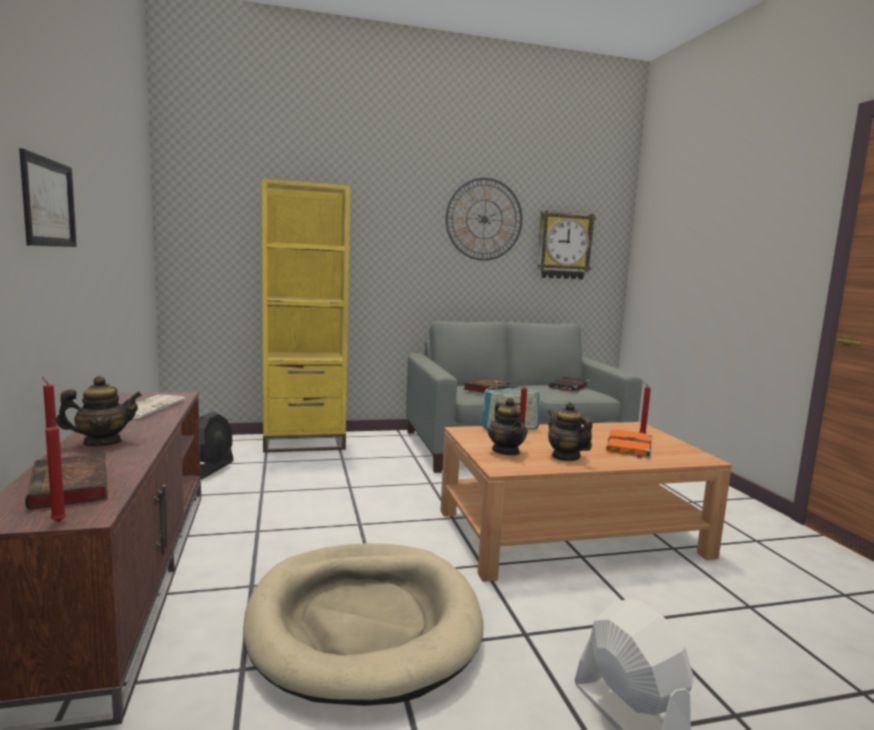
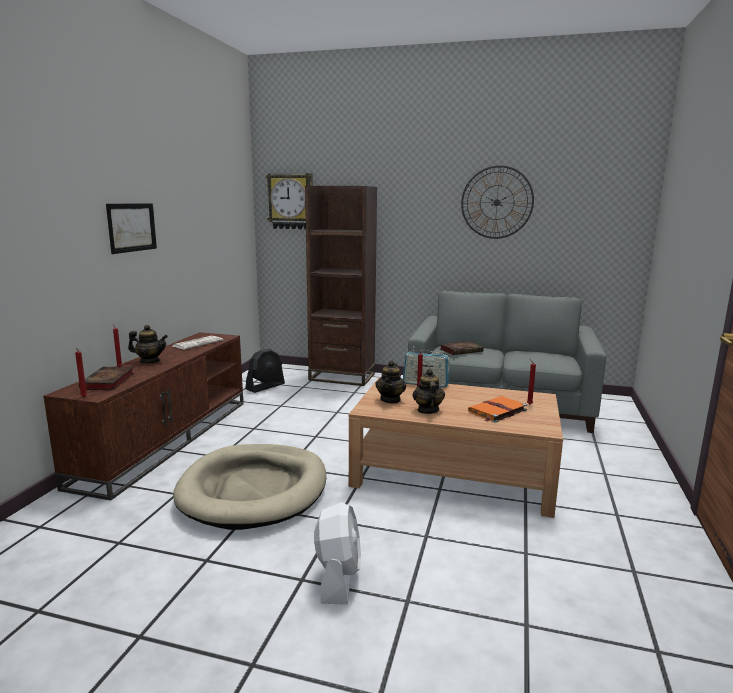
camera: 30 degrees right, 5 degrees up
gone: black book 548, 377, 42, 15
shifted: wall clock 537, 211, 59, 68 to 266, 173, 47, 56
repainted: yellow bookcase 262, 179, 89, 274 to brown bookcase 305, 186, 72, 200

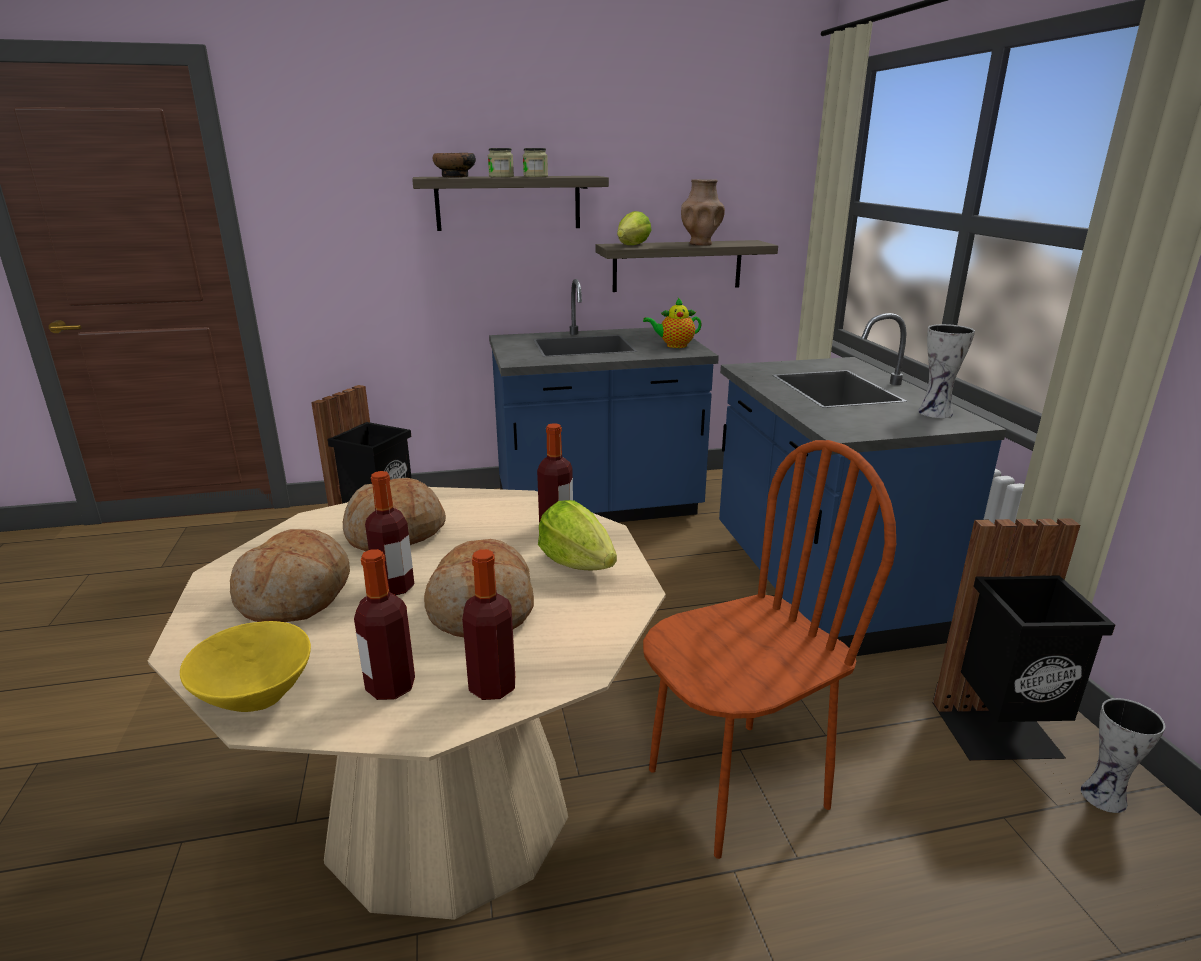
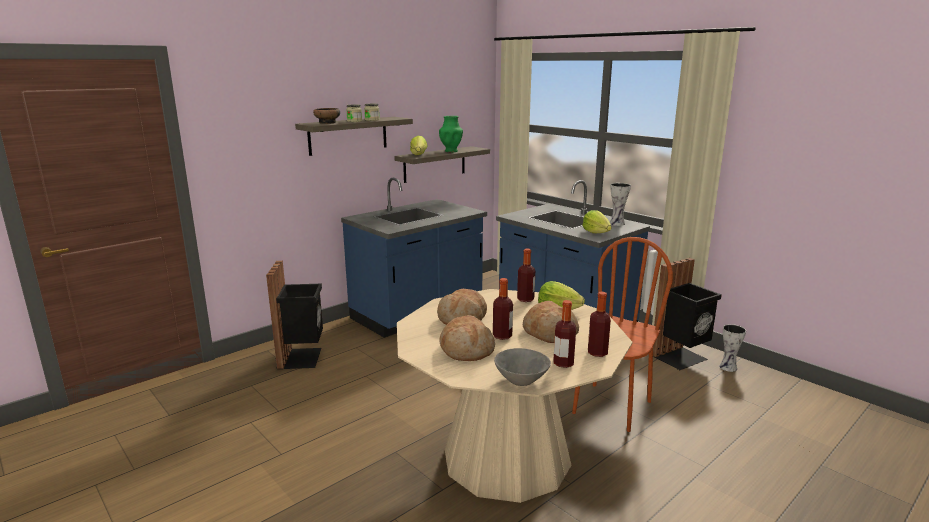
camera: 30 degrees left, 5 degrees down
gone: teapot 643, 298, 59, 50
new: lettuce 582, 210, 30, 23
repainted: yellow bowl 180, 621, 131, 91 to grey bowl 494, 348, 57, 38; brown vase 681, 179, 44, 67 to green vase 439, 116, 24, 36

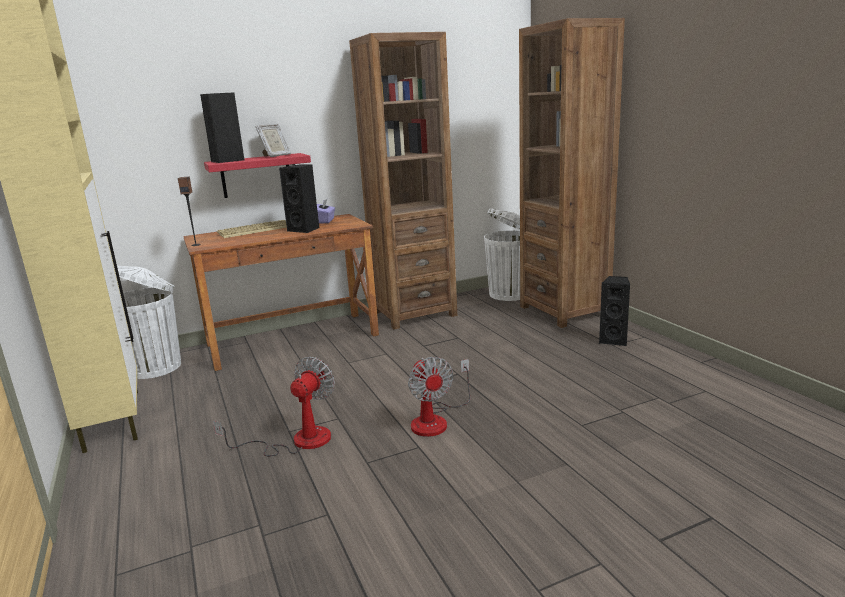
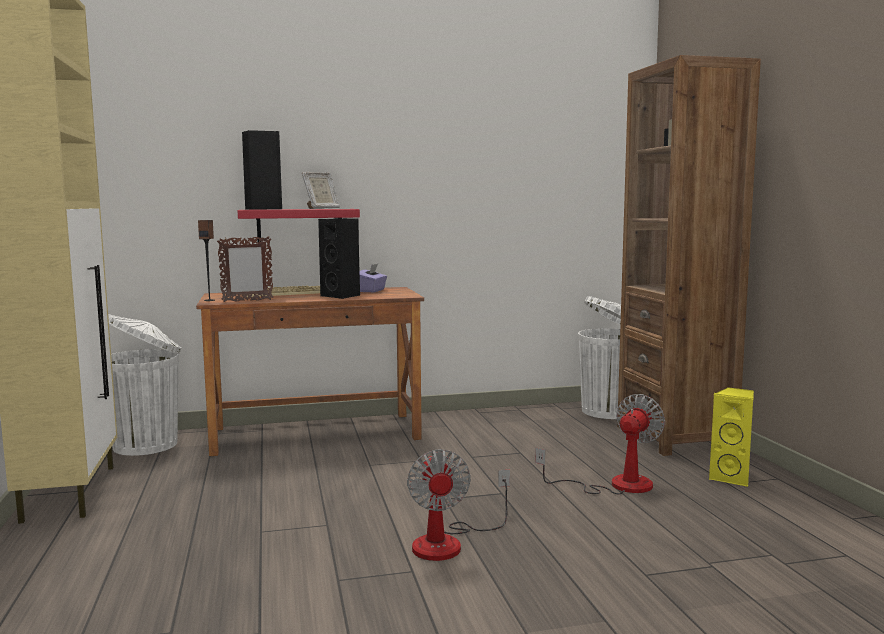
camera: 10 degrees right, 10 degrees down
gone: brown bookcase 349, 32, 108, 297
new: picture frame 217, 236, 56, 66
shifted: fan 213, 357, 122, 99 to 535, 394, 130, 101
repainted: black speaker 599, 276, 31, 70 to yellow speaker 709, 387, 45, 100

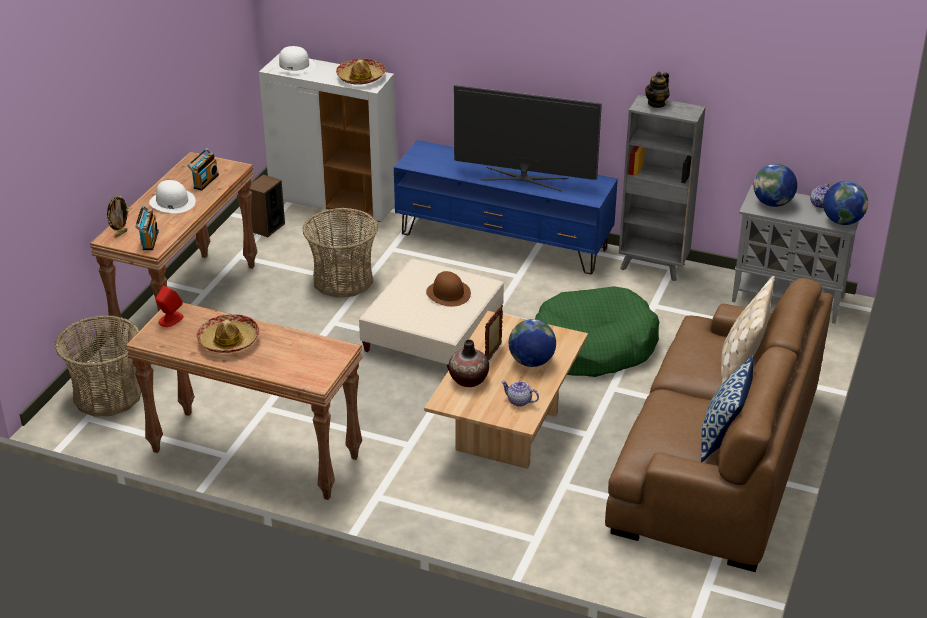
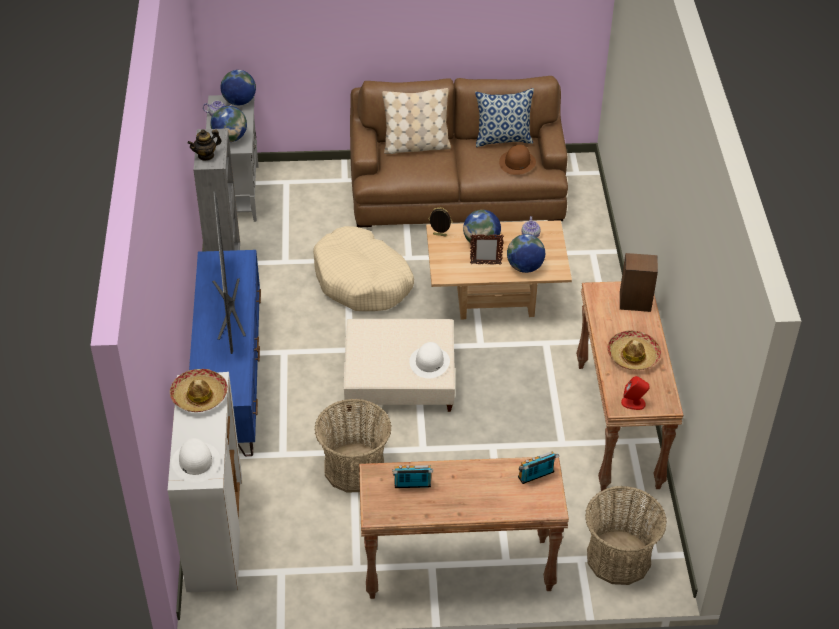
camera: 115 degrees left, 10 degrees up
shifted: picture frame 107, 196, 22, 42 to 428, 207, 25, 29; white hat 149, 180, 47, 33 to 410, 342, 40, 36; speaker 250, 174, 35, 63 to 620, 253, 38, 59; brown hat 426, 271, 45, 36 to 499, 145, 37, 30
swapped: vase 448, 339, 41, 48 to globe 507, 234, 38, 39
repainted: green dog bed 535, 286, 124, 91 to beige dog bed 313, 226, 101, 85
rotated: teapot 645, 72, 25, 36 = 187, 129, 35, 32 135 degrees clockwise

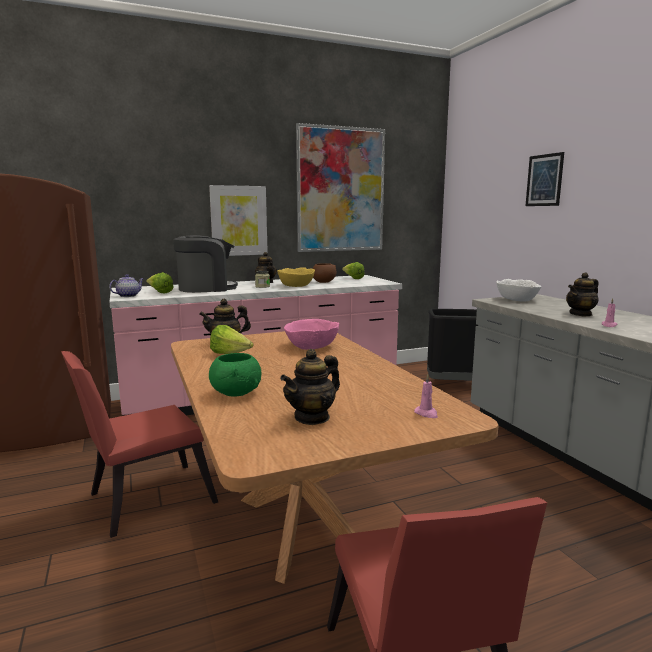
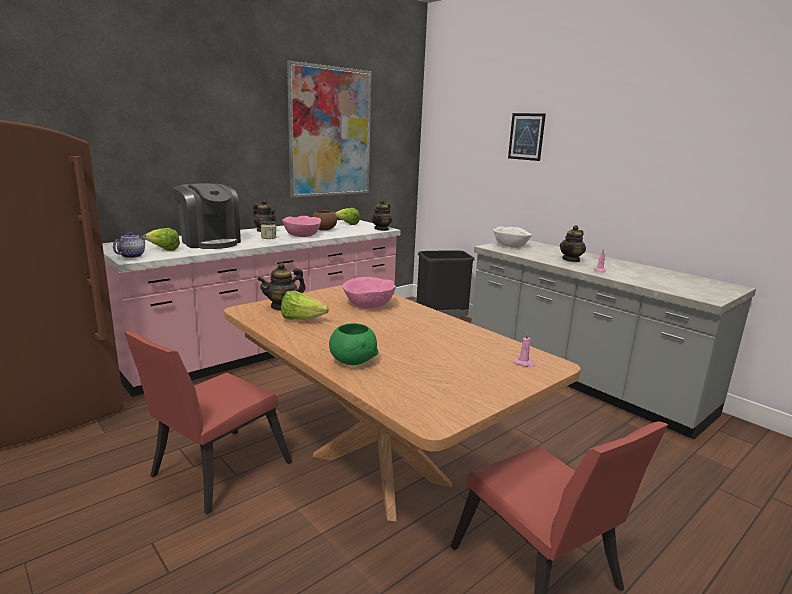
camera: 20 degrees left, 5 degrees up
gone: picture 209, 185, 59, 71
shifted: teapot 280, 349, 60, 76 to 371, 199, 21, 32
repainted: yellow bowl 277, 268, 38, 19 to pink bowl 282, 216, 39, 21
rotated: coffee machine 173, 235, 65, 58 = 173, 183, 68, 66 90 degrees clockwise

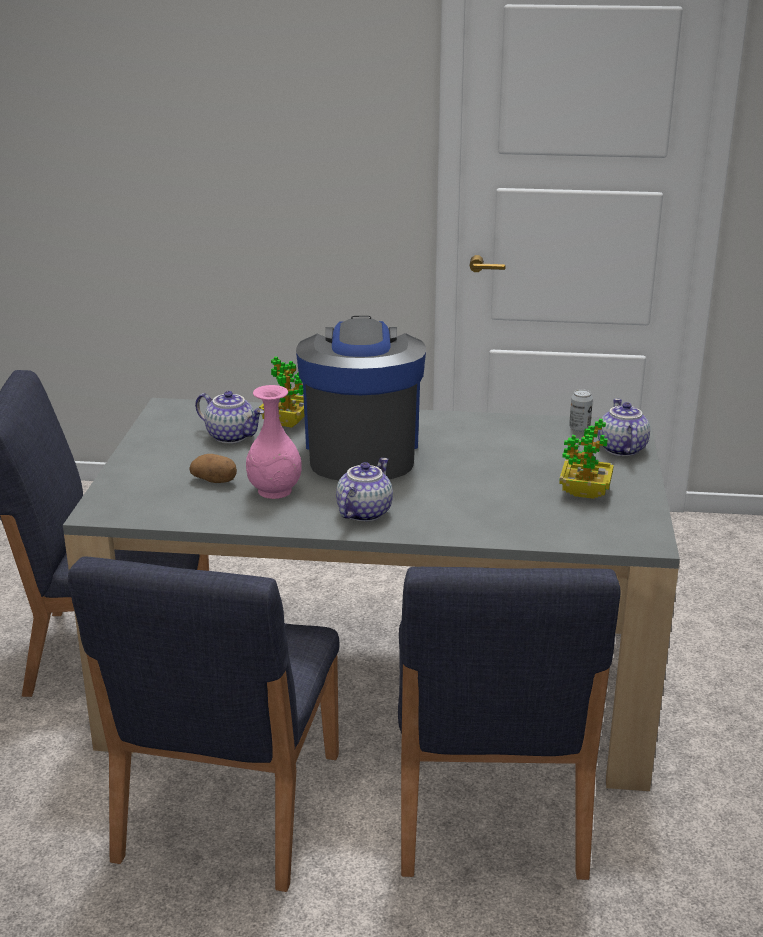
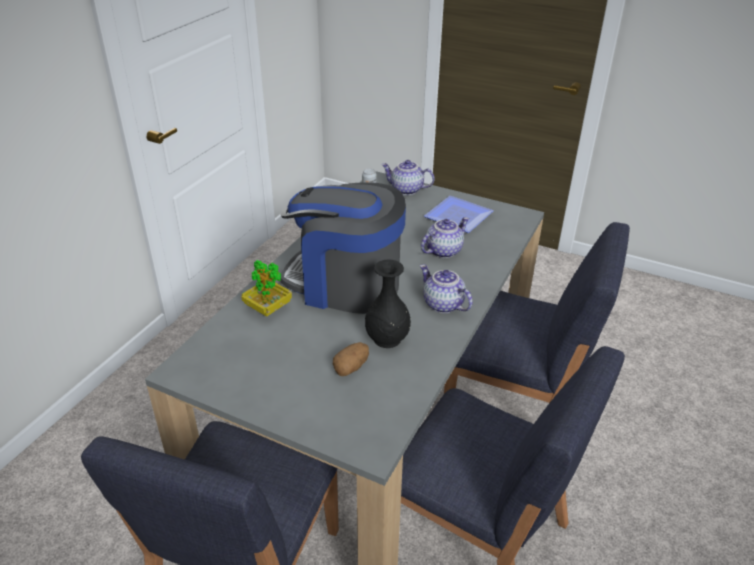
camera: 70 degrees left, 10 degrees up
shifted: teapot 195, 391, 69, 53 to 421, 217, 48, 41
swapped: potted plant 559, 419, 55, 80 to plate 424, 196, 70, 37
repainted: pink vase 246, 385, 56, 114 to black vase 365, 260, 46, 88

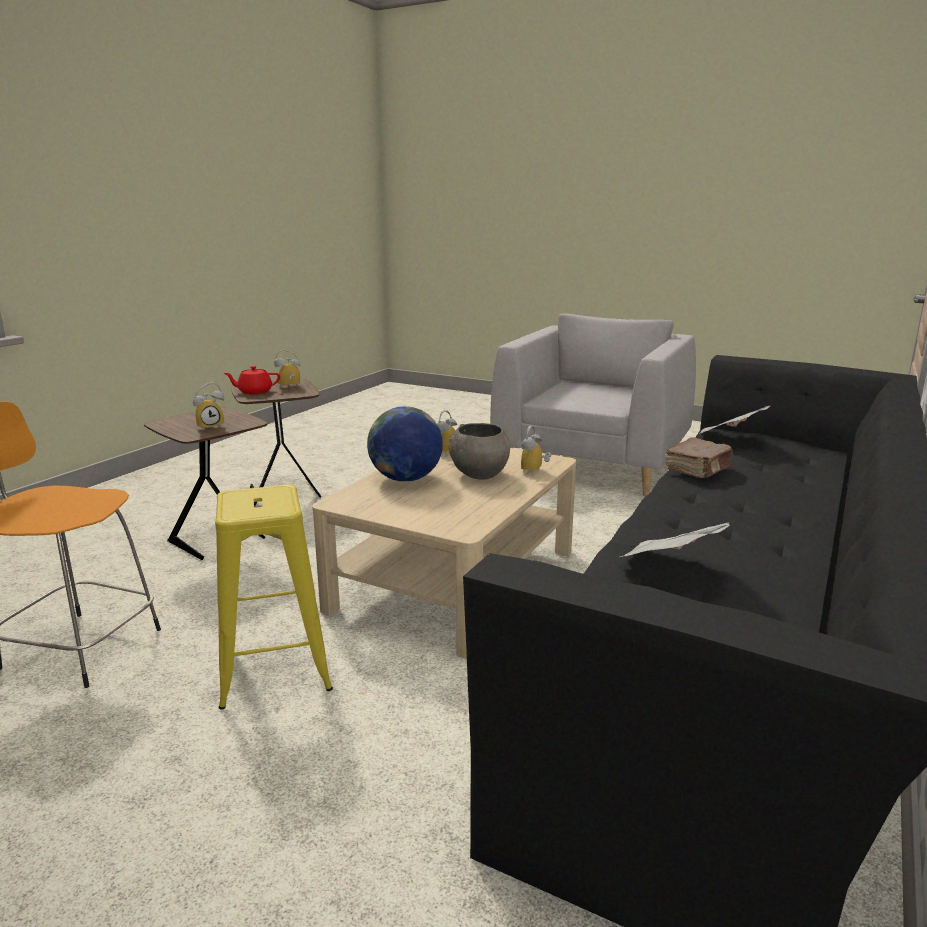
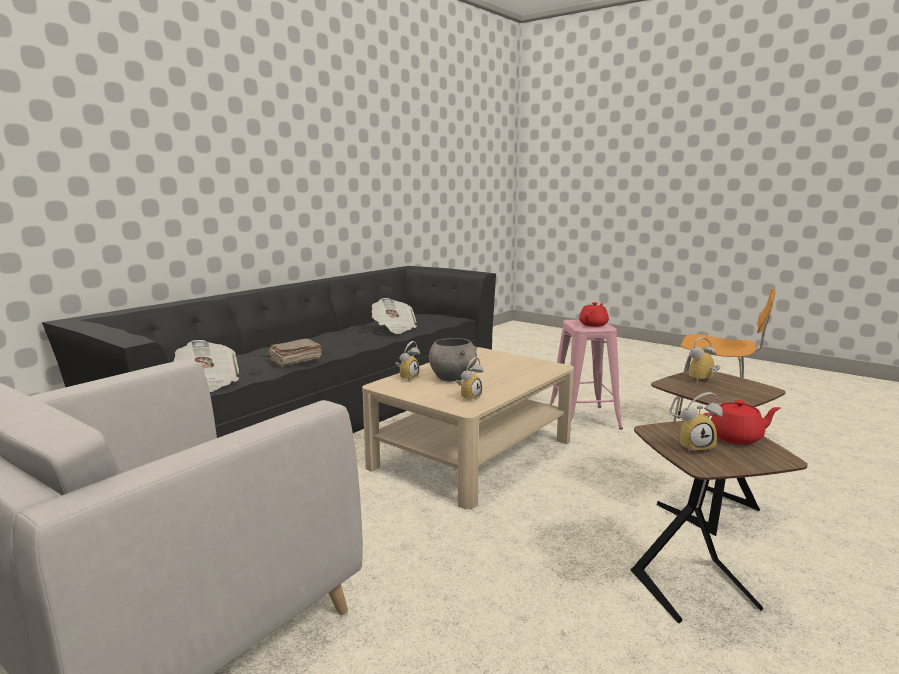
camera: 170 degrees left, 5 degrees down
gone: globe 367, 406, 76, 76
new: red teapot 579, 302, 30, 25
repainted: yellow stool 215, 484, 118, 226 to pink stool 550, 320, 73, 110

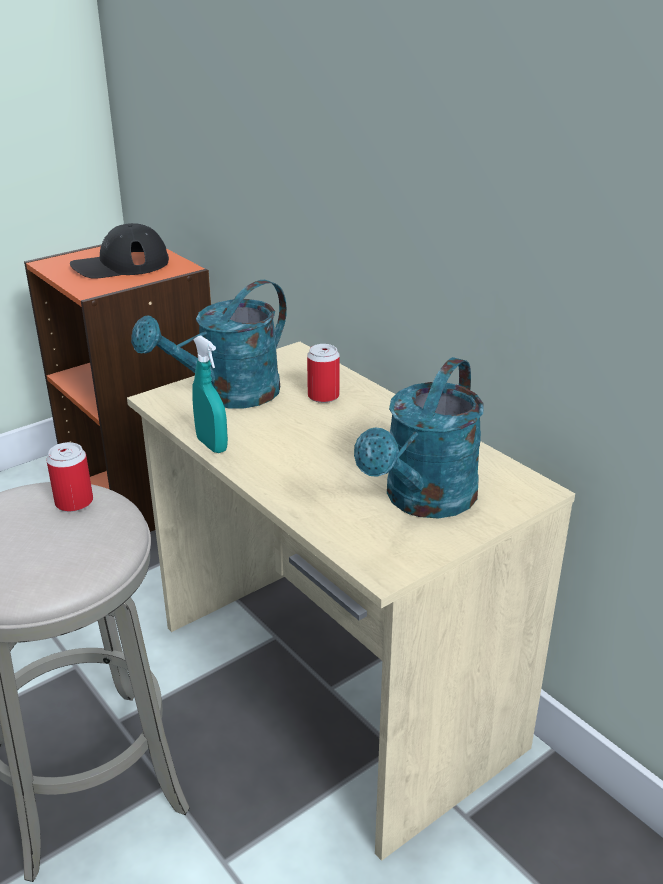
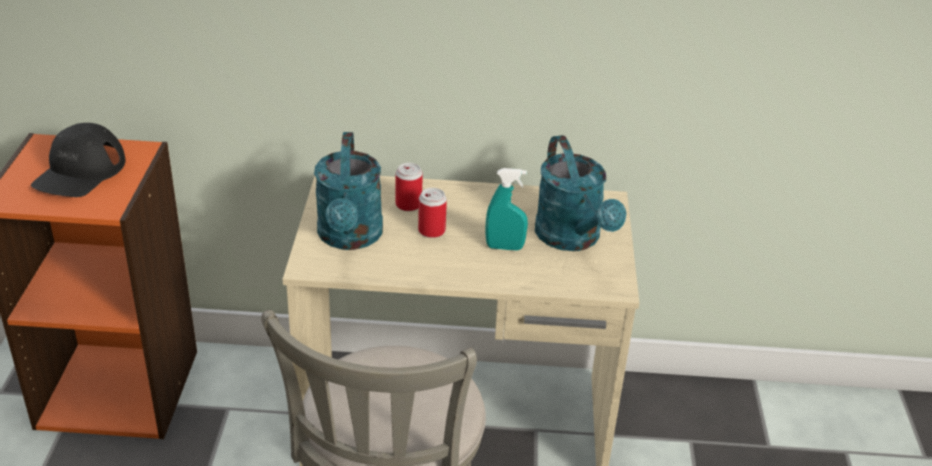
camera: 50 degrees left, 5 degrees up
shifted: can 46, 442, 47, 70 to 418, 188, 29, 50; turquoise spray bottle 192, 335, 36, 118 to 485, 168, 43, 83

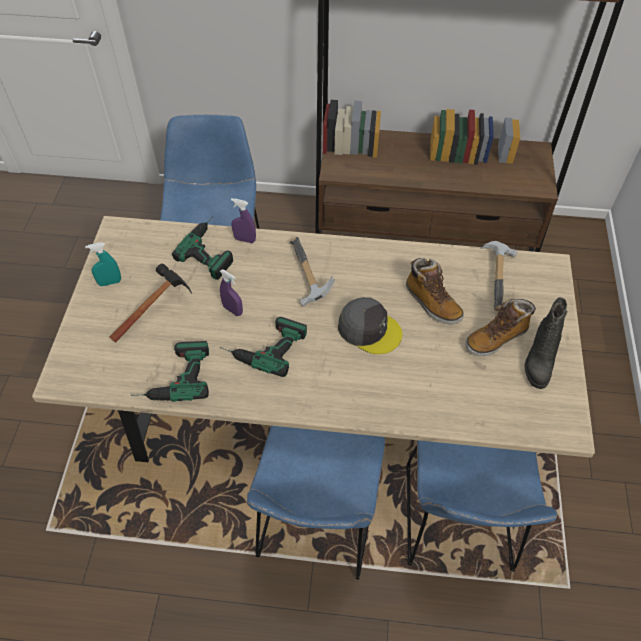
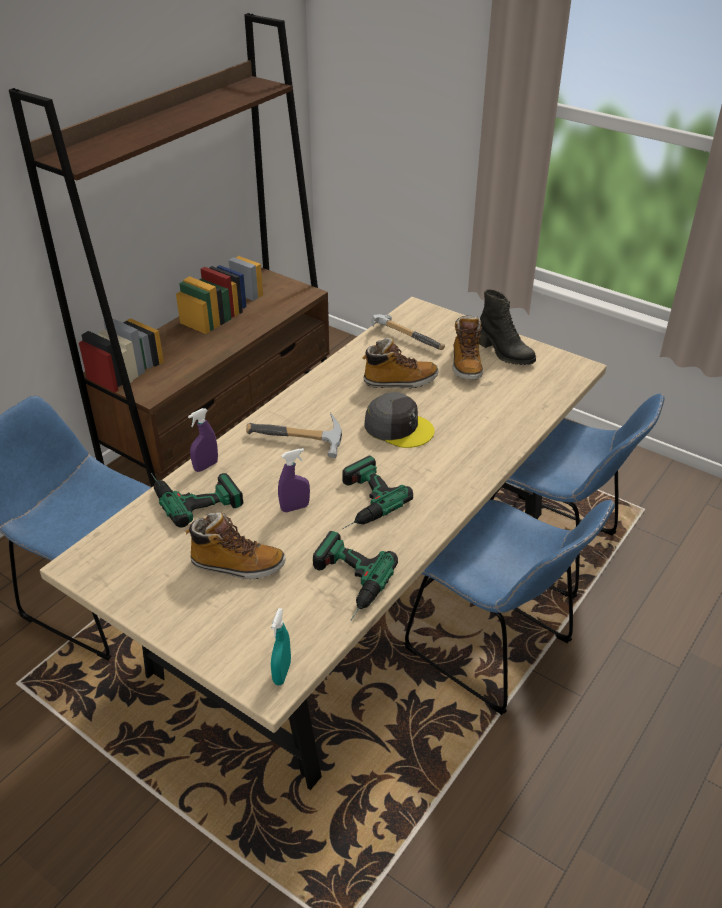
camera: 60 degrees left, 15 degrees down
shifted: turquoise spray bottle 85, 243, 36, 43 to 271, 608, 20, 77
swapped: hammer 109, 264, 83, 79 to boot 186, 512, 100, 67
rotated: grey cap 338, 297, 64, 57 = 365, 392, 70, 56 60 degrees clockwise

